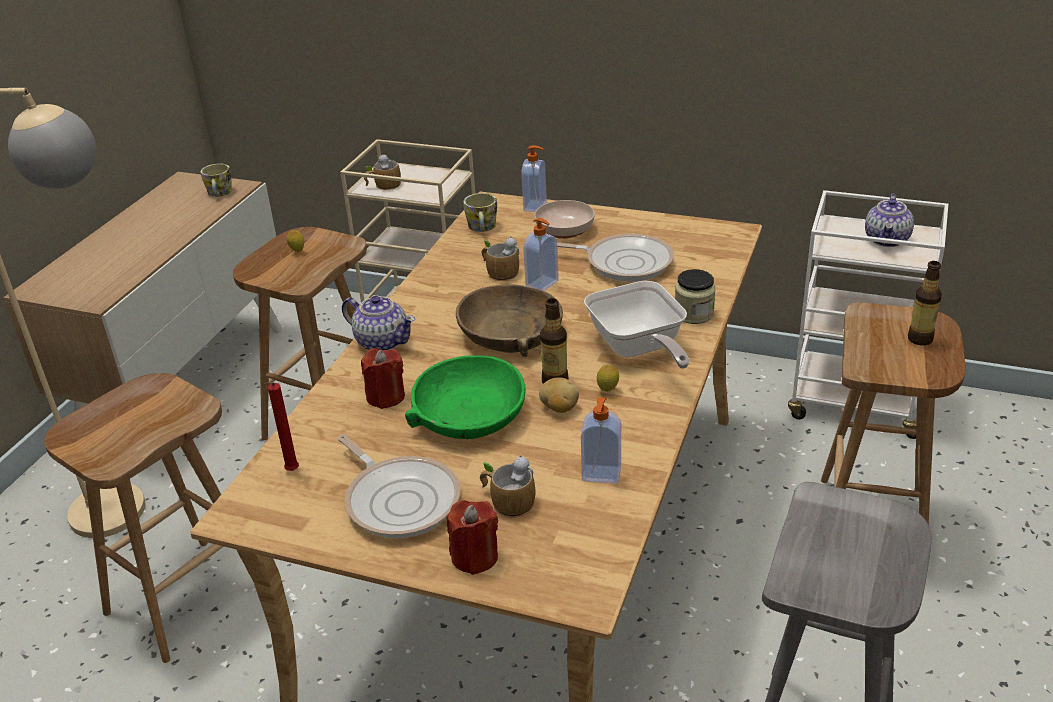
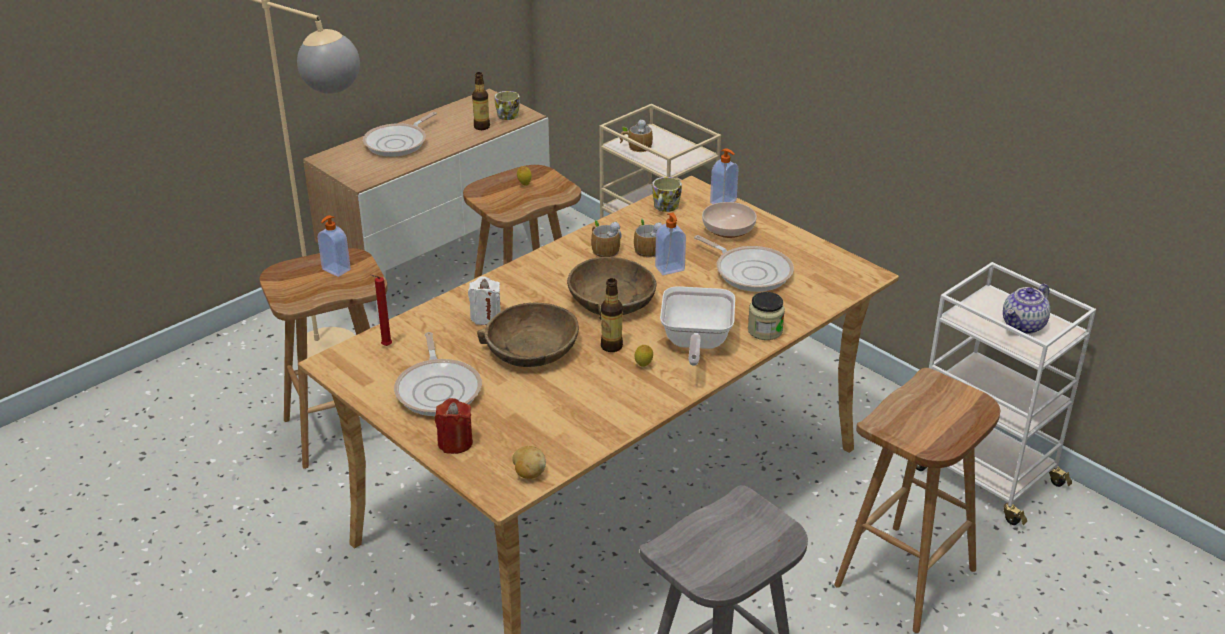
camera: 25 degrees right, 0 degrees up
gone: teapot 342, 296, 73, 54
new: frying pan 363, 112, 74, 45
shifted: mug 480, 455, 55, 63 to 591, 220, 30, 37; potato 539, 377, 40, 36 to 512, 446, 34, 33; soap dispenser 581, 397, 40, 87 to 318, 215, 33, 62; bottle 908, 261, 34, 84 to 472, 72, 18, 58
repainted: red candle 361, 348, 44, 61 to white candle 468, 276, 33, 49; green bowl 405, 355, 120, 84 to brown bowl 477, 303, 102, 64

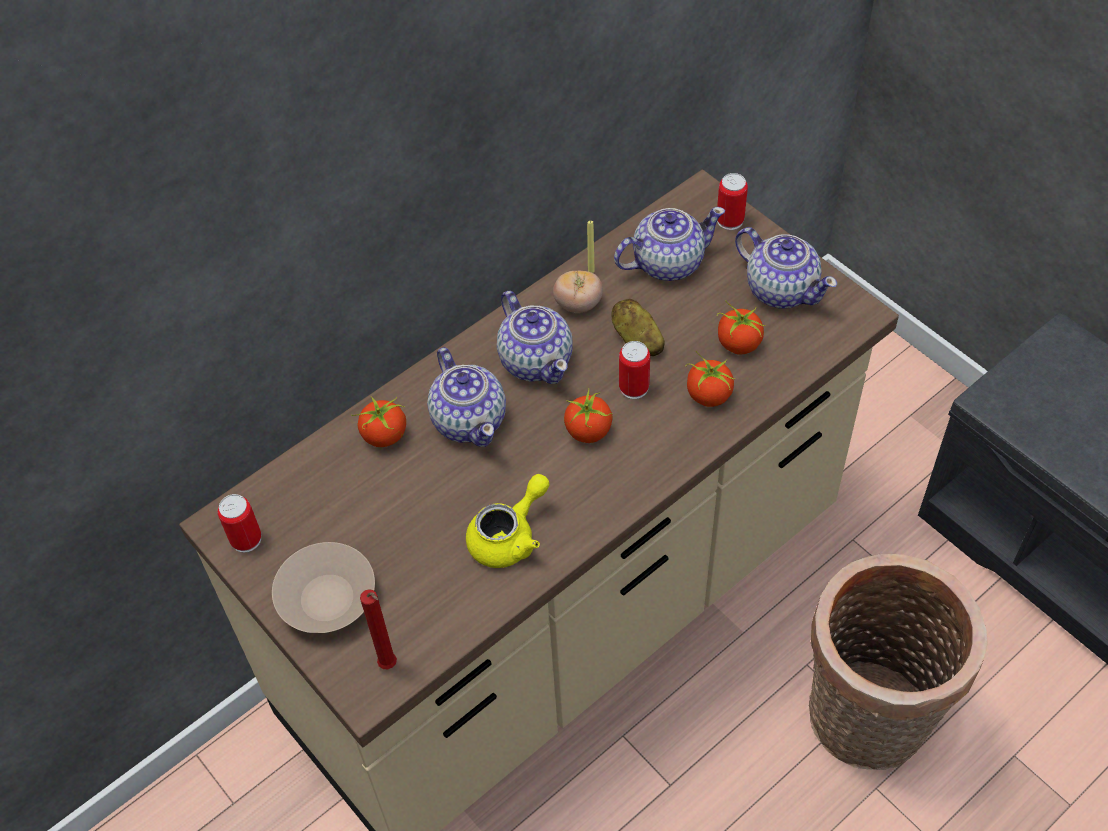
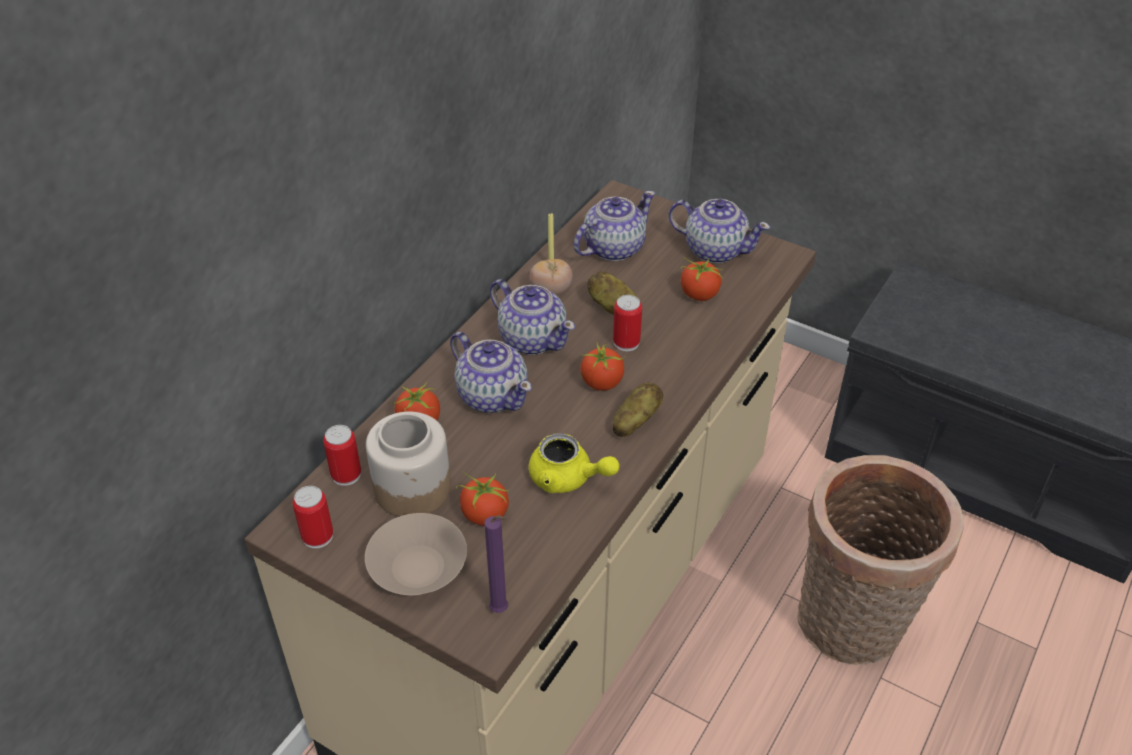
camera: 20 degrees left, 10 degrees down
new: jar 366, 412, 85, 105; potato 613, 383, 50, 54
shifted: tomato 685, 351, 50, 56 to 456, 471, 53, 55; can 717, 173, 31, 57 to 323, 425, 38, 61
repainted: red candle 360, 589, 37, 80 to purple candle 484, 515, 24, 98
rotated: yellow teapot 466, 474, 84, 94 = 529, 433, 90, 60 90 degrees clockwise

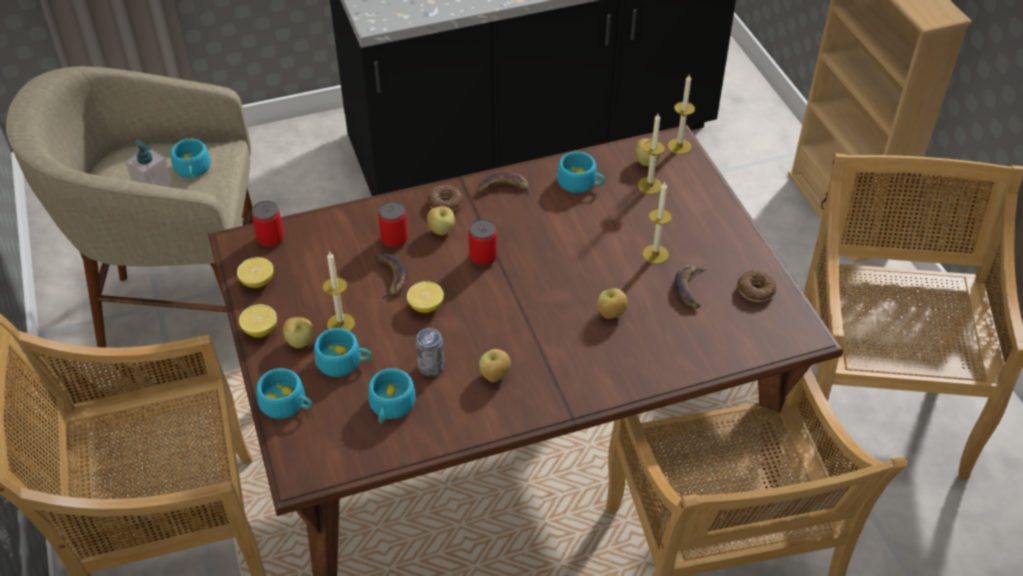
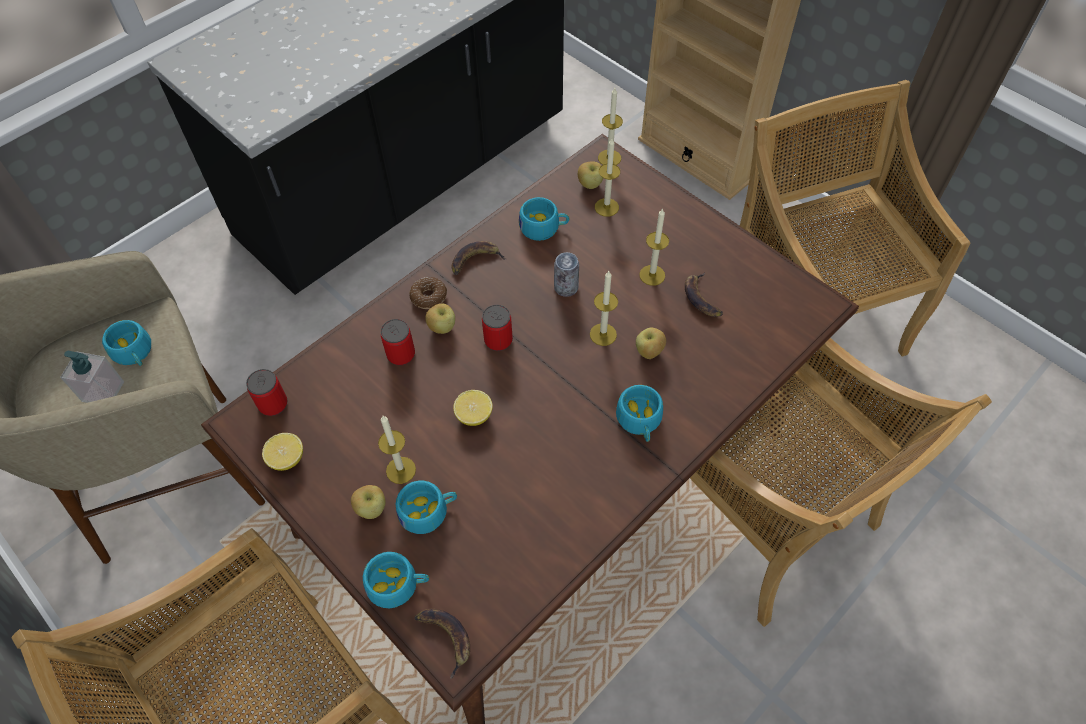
camera: 25 degrees left, 10 degrees up
gone: lemon 239, 304, 38, 33; apple 479, 349, 32, 33; donut 737, 270, 39, 32
new: candle 590, 270, 28, 76
shifted: turquoise cup 368, 368, 48, 56 to 616, 385, 47, 57; banana 375, 253, 32, 47 to 414, 609, 56, 70; can 416, 328, 28, 48 to 554, 252, 25, 45

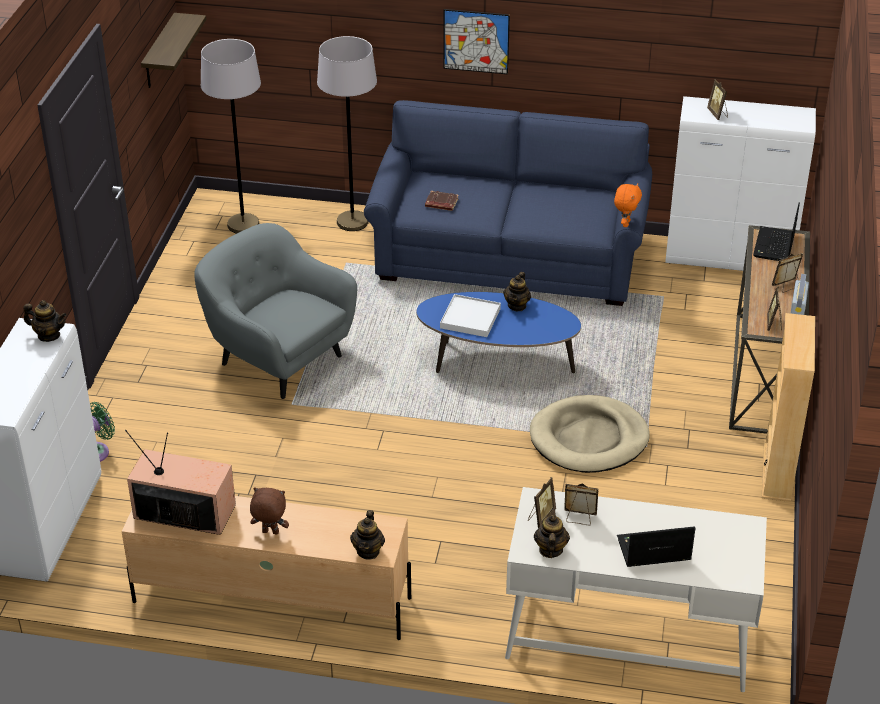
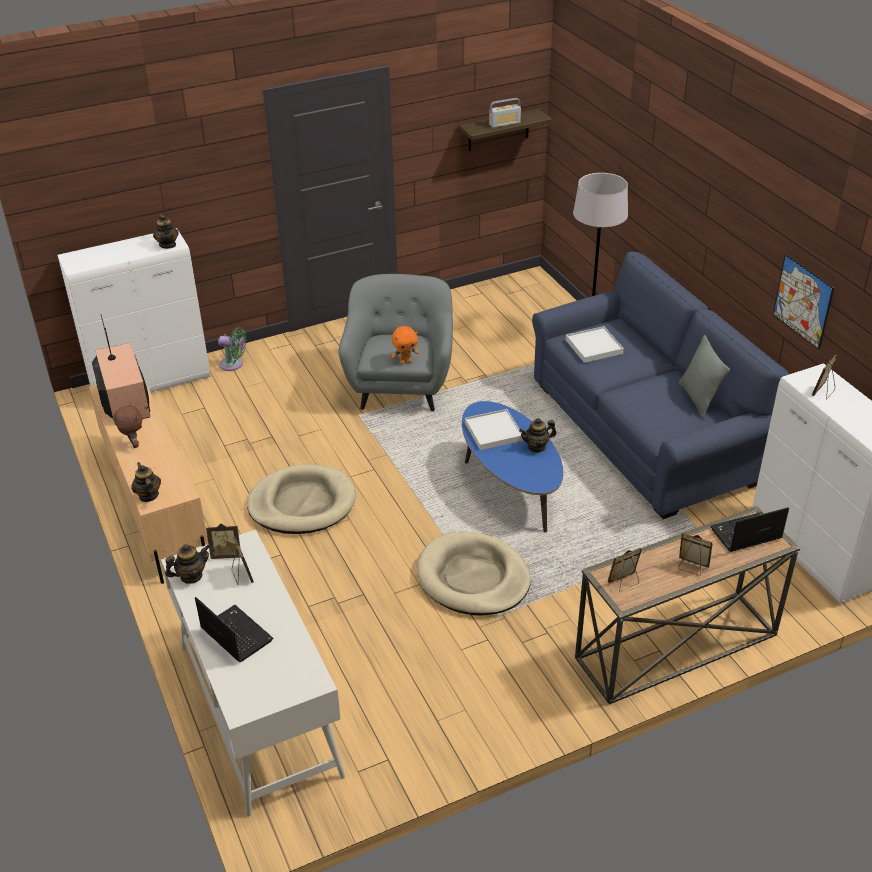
camera: 55 degrees right, 0 degrees up
gone: grey floor lamp 201, 39, 60, 195; beige bookcase 762, 313, 53, 189
new: beige dog bed 247, 465, 109, 69; grey pillow 679, 335, 51, 83
shifted: picture 443, 9, 67, 65 to 773, 254, 62, 96; orange plush toy 614, 183, 28, 44 to 392, 326, 27, 38; radio 790, 274, 19, 41 to 489, 98, 32, 30
swapped: brown book 425, 191, 34, 20 to white tray 566, 326, 58, 37
rotated: teapot 350, 510, 35, 50 = 131, 462, 30, 40 90 degrees clockwise

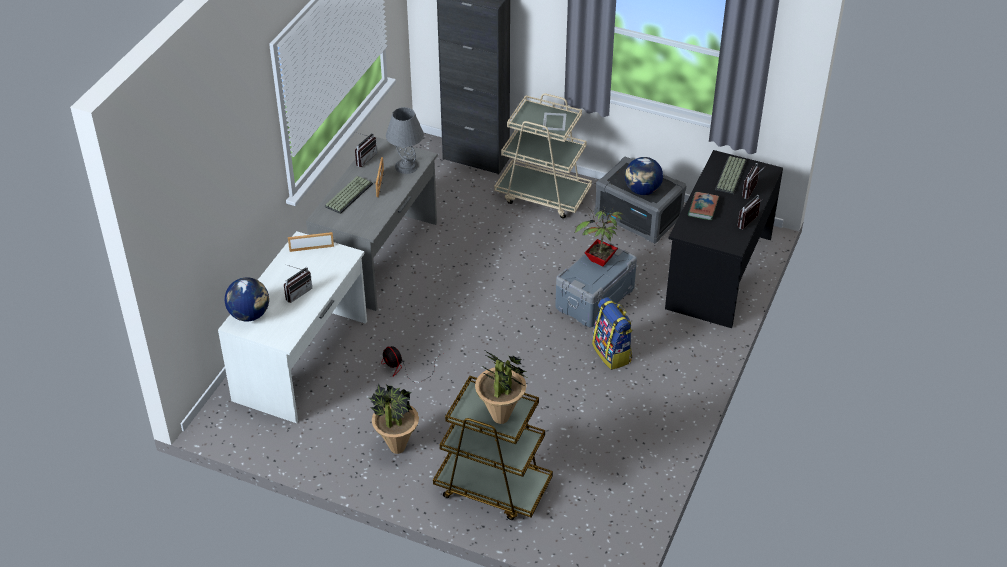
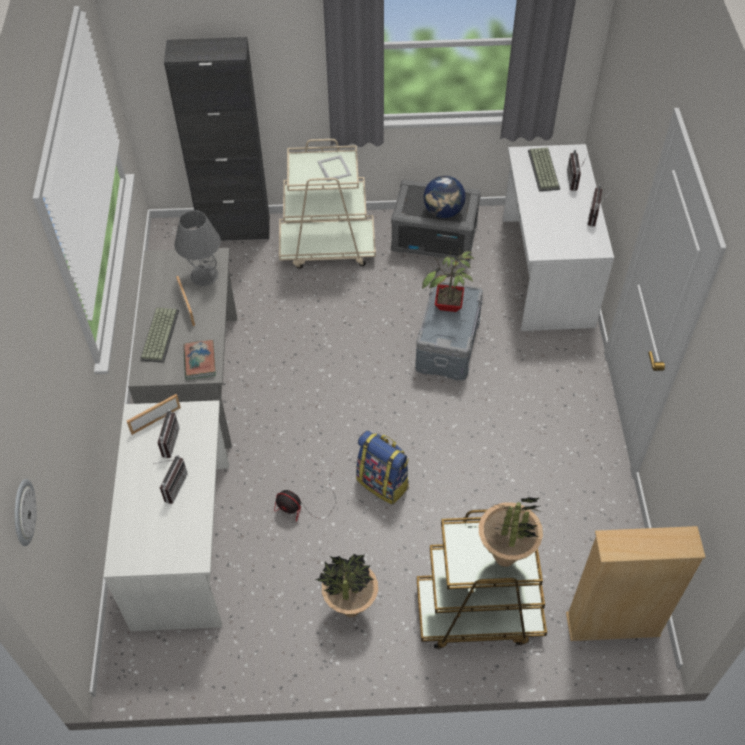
camera: 25 degrees left, 10 degrees up
gone: globe 225, 277, 44, 45
new: wall clock 15, 479, 22, 67; beige bookcase 566, 526, 140, 115
shifted: radio 354, 132, 23, 35 to 148, 409, 31, 49; backpack 592, 297, 41, 73 to 356, 431, 53, 74; book 688, 192, 31, 28 to 183, 340, 33, 39
repainted: black desk 665, 150, 118, 178 to white desk 503, 144, 111, 187

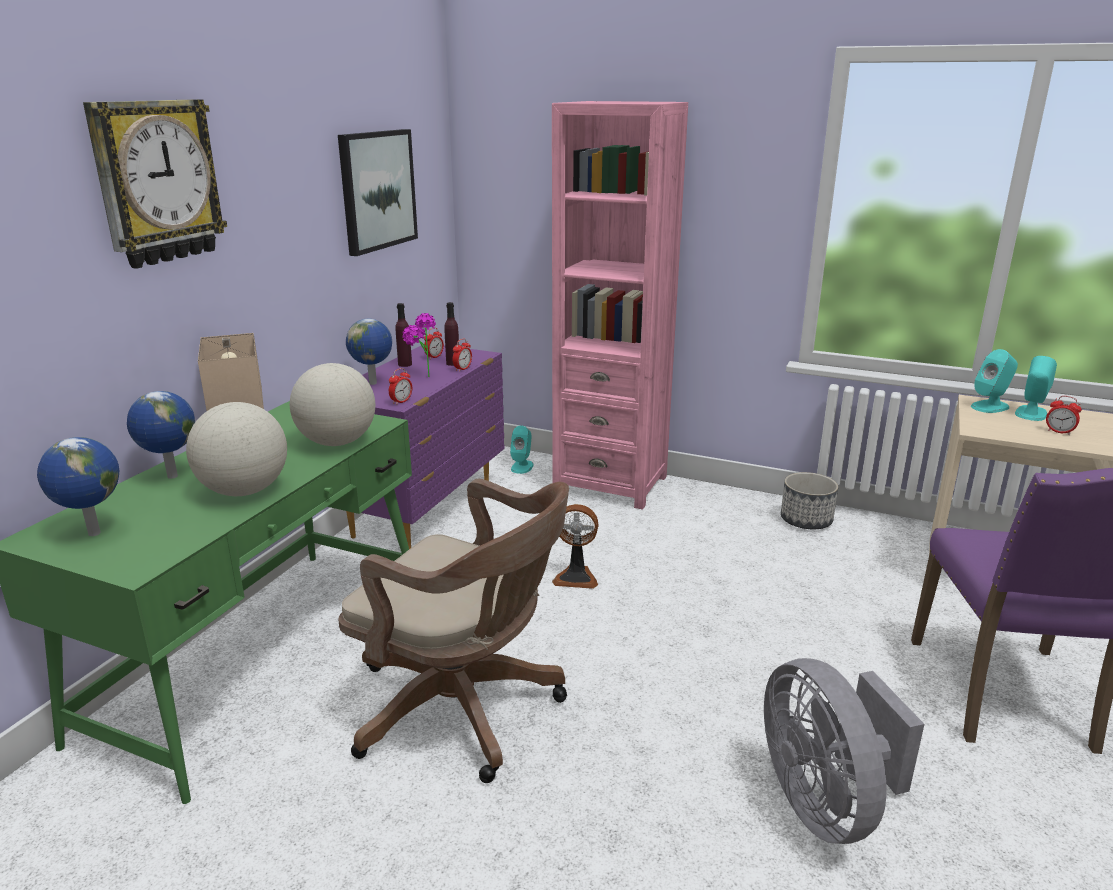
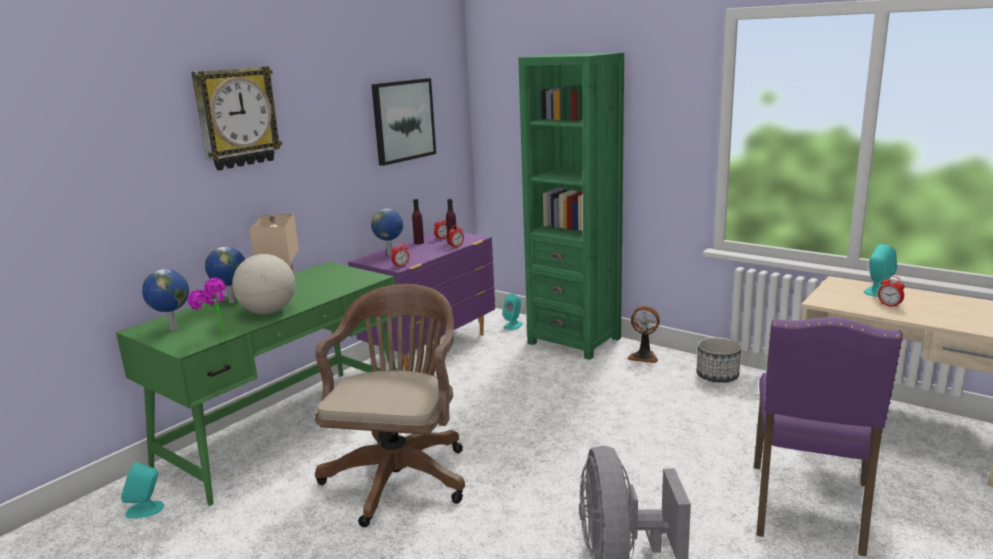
camera: 15 degrees right, 5 degrees down
gone: globe 290, 363, 85, 83
shifted: potted plant 402, 313, 34, 64 to 188, 277, 38, 64; fan 552, 504, 46, 85 to 627, 306, 33, 57; turquoise speaker 971, 349, 47, 64 to 121, 462, 43, 57
repainted: pink bookcase 552, 101, 136, 409 to green bookcase 518, 53, 106, 307
rotated: brown office chair 339, 479, 230, 304 = 315, 284, 150, 243 120 degrees counterclockwise

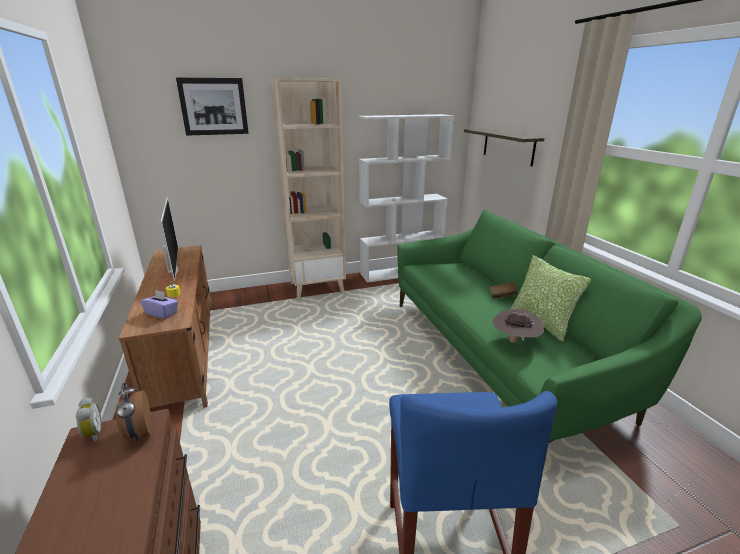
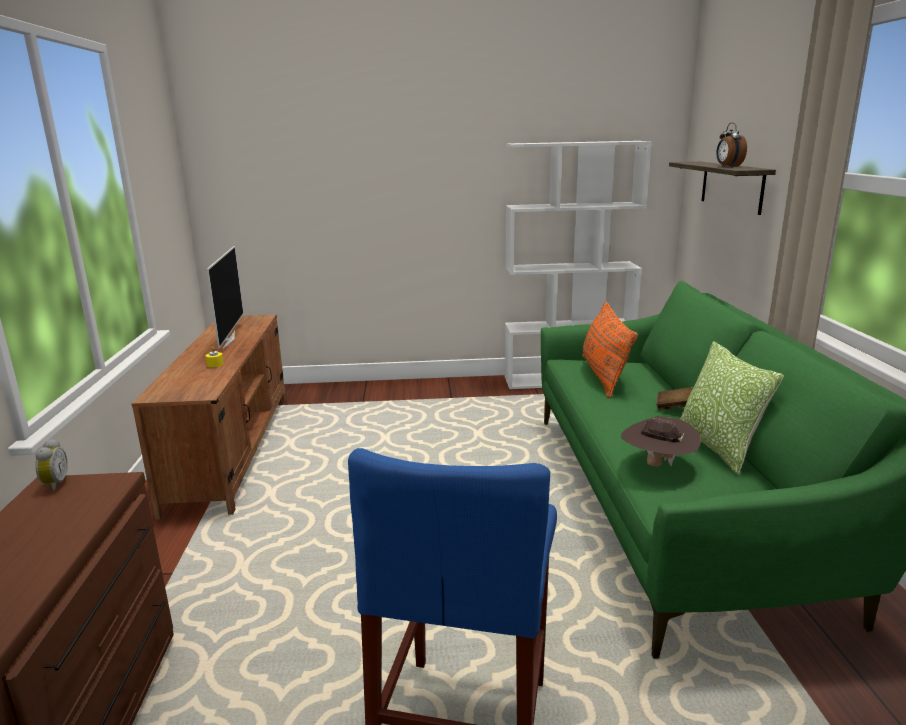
camera: 15 degrees right, 5 degrees down
gone: purple tissue box 140, 290, 38, 29; picture 176, 78, 73, 58; beige bookcase 271, 78, 75, 221
new: orange pillow 582, 301, 56, 97
shifted: alarm clock 116, 383, 36, 59 to 716, 123, 31, 45

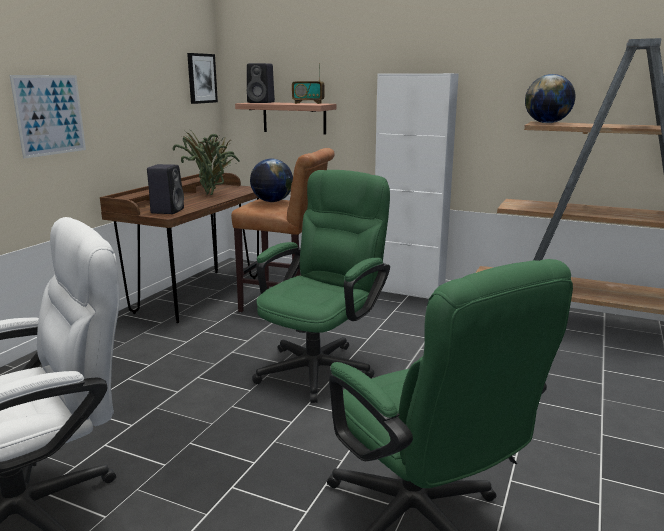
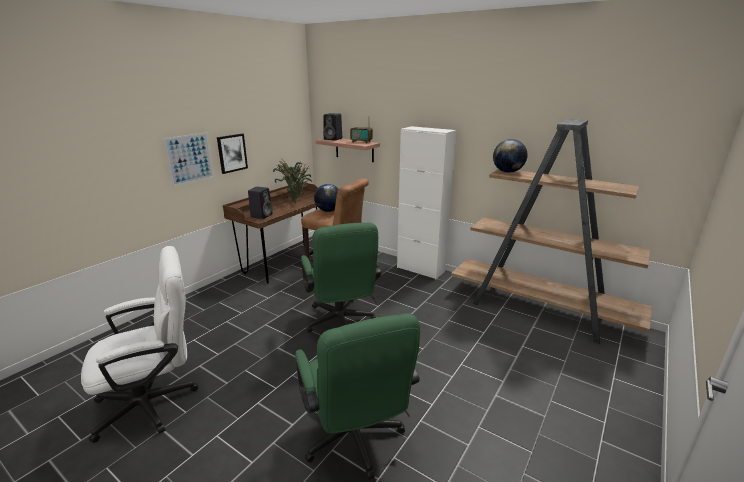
camera: 10 degrees right, 5 degrees up
shifted: picture 187, 53, 31, 51 to 217, 134, 31, 40
rotated: green office chair 252, 170, 138, 233 = 301, 222, 80, 110 120 degrees clockwise

